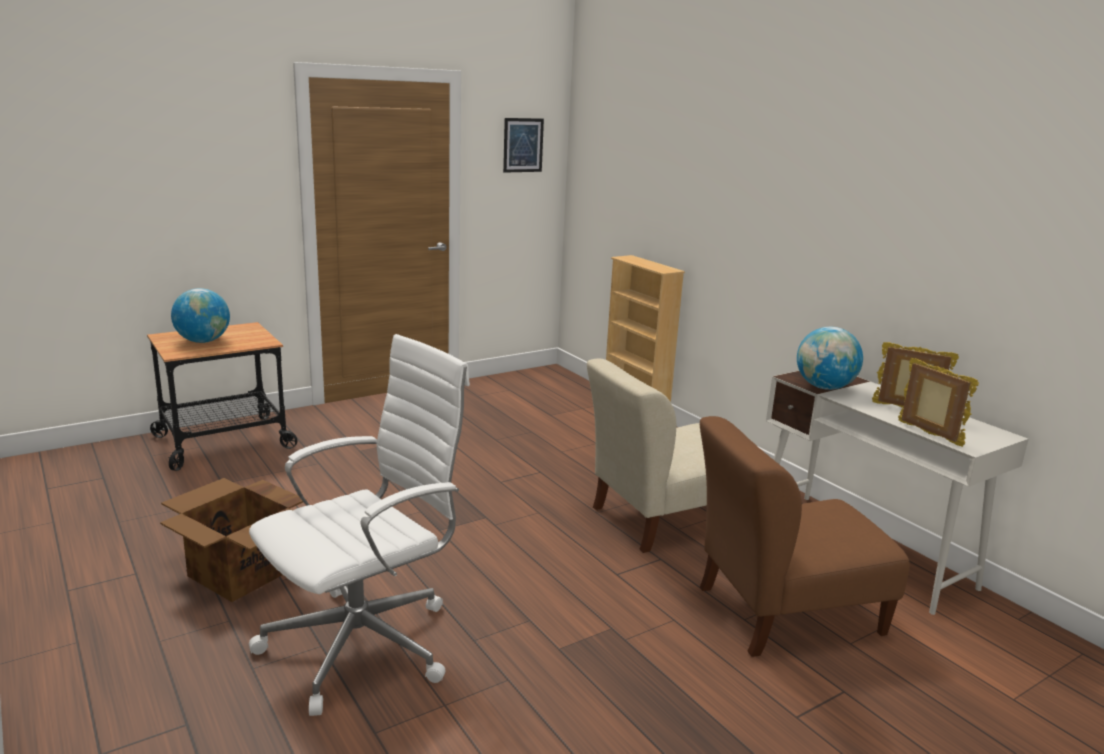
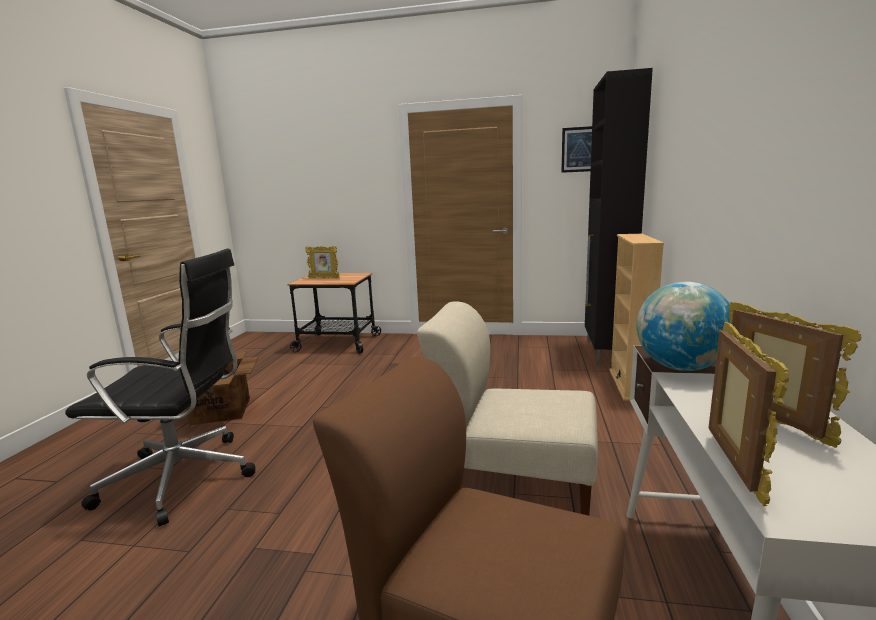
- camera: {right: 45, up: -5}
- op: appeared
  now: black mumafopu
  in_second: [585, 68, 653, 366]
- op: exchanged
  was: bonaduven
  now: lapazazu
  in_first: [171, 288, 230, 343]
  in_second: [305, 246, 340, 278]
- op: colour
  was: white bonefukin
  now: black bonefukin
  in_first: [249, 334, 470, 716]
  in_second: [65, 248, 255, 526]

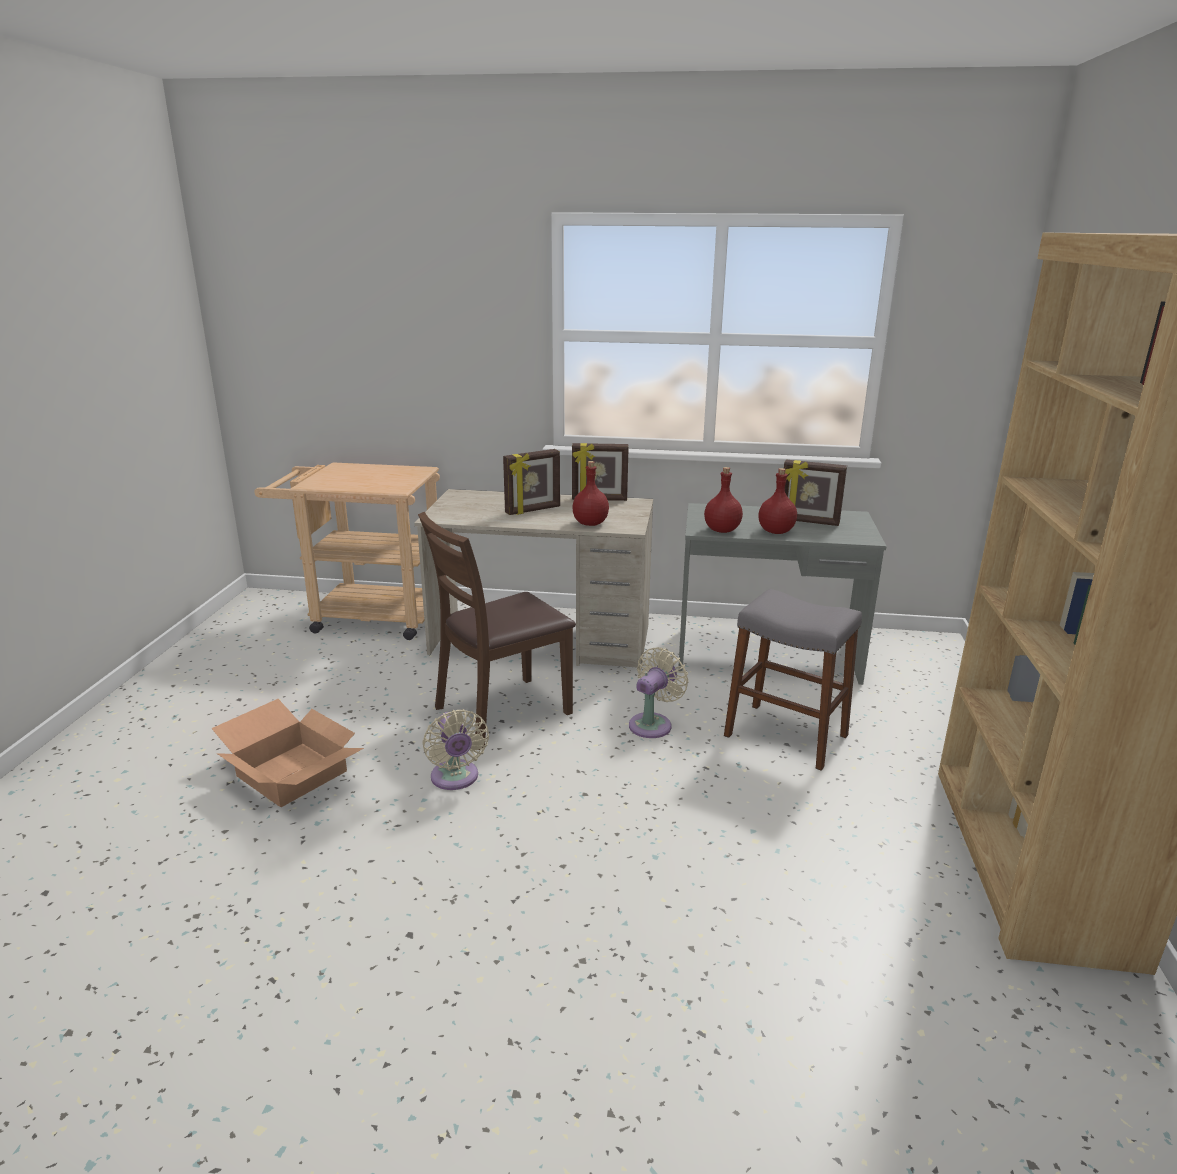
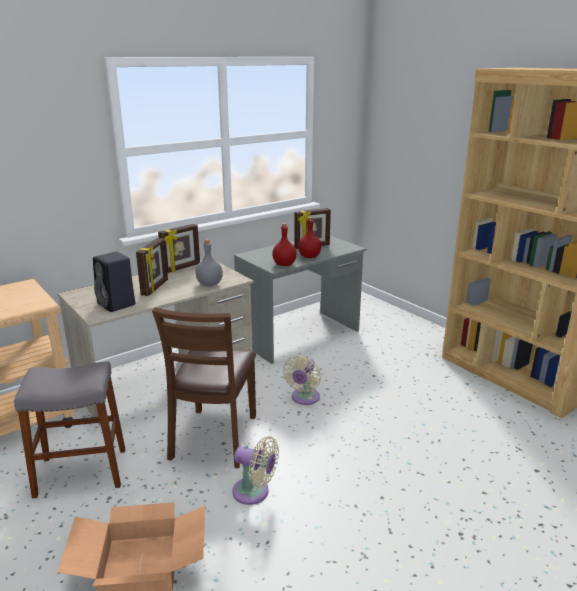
- camera: {right: -45, up: 0}
- op: appeared
  now: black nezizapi
  in_second: [93, 252, 135, 312]
- op: relocated
  was: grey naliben
  in_first: [724, 589, 862, 771]
  in_second: [14, 361, 125, 498]
- op: colour
  was: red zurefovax
  now: grey zurefovax
  in_first: [572, 461, 609, 526]
  in_second: [195, 239, 223, 286]
- op: spun
  was: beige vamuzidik
  in_first: [629, 647, 689, 738]
  in_second: [283, 356, 321, 405]
  clockwise: -150

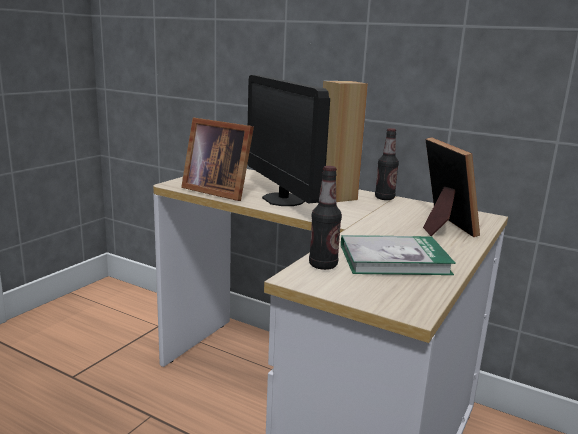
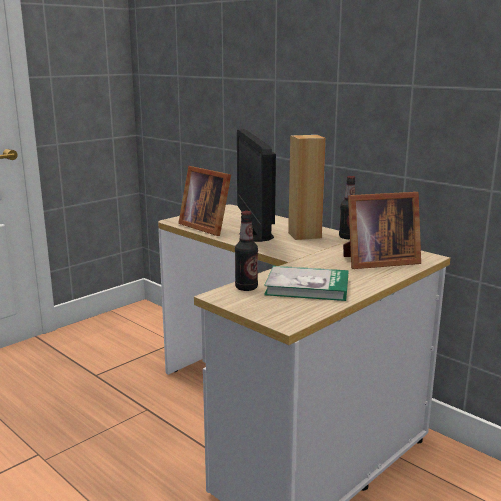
- camera: {right: 15, up: 0}
- op: spun
  was: lapazazu
  in_first: [423, 137, 480, 237]
  in_second: [343, 192, 421, 269]
  clockwise: 75

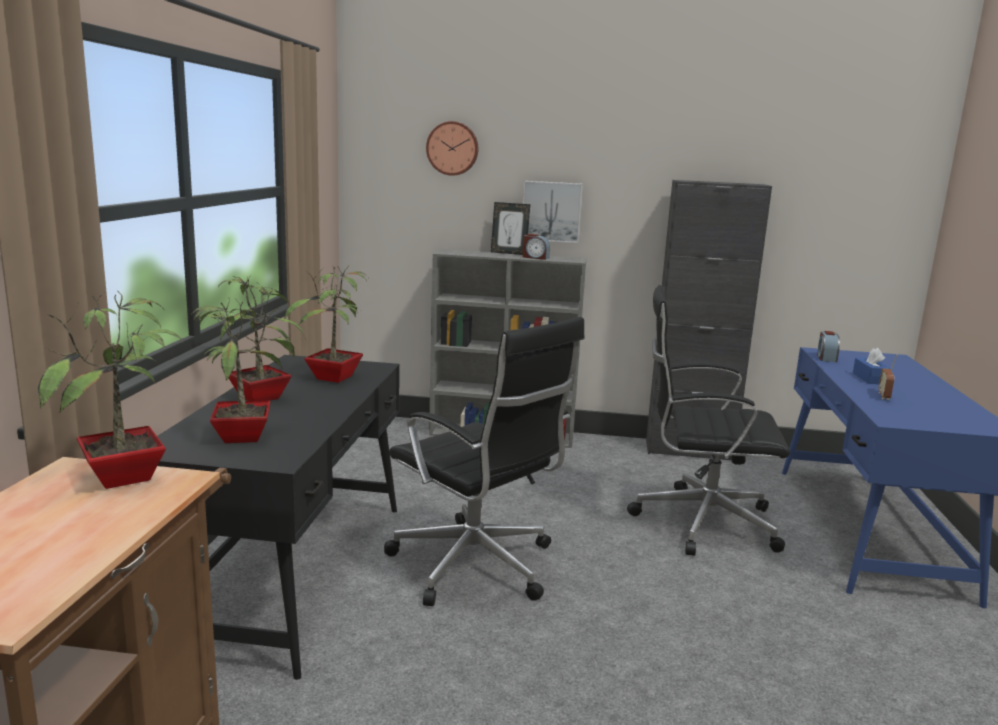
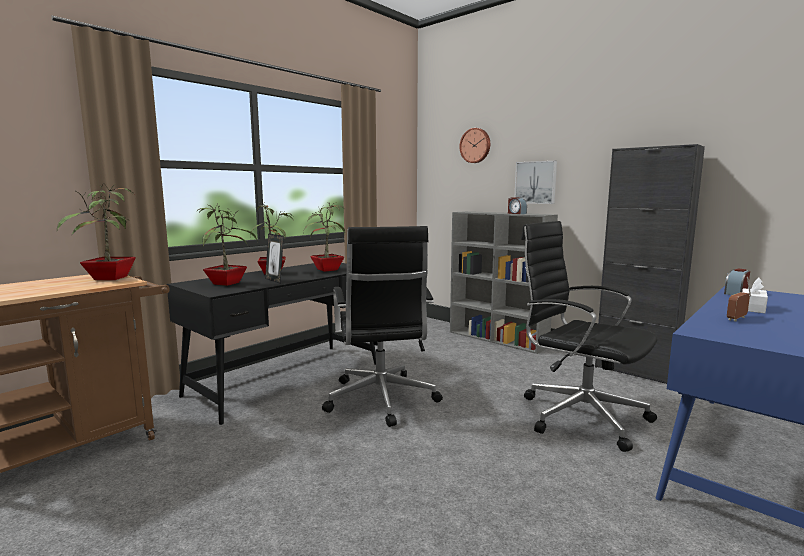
- camera: {right: 35, up: -5}
- op: relocated
  was: lapazazu
  in_first: [491, 202, 530, 255]
  in_second: [265, 233, 284, 284]
- op: colour
  was: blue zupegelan
  now: white zupegelan
  in_first: [853, 348, 891, 384]
  in_second: [742, 278, 768, 313]

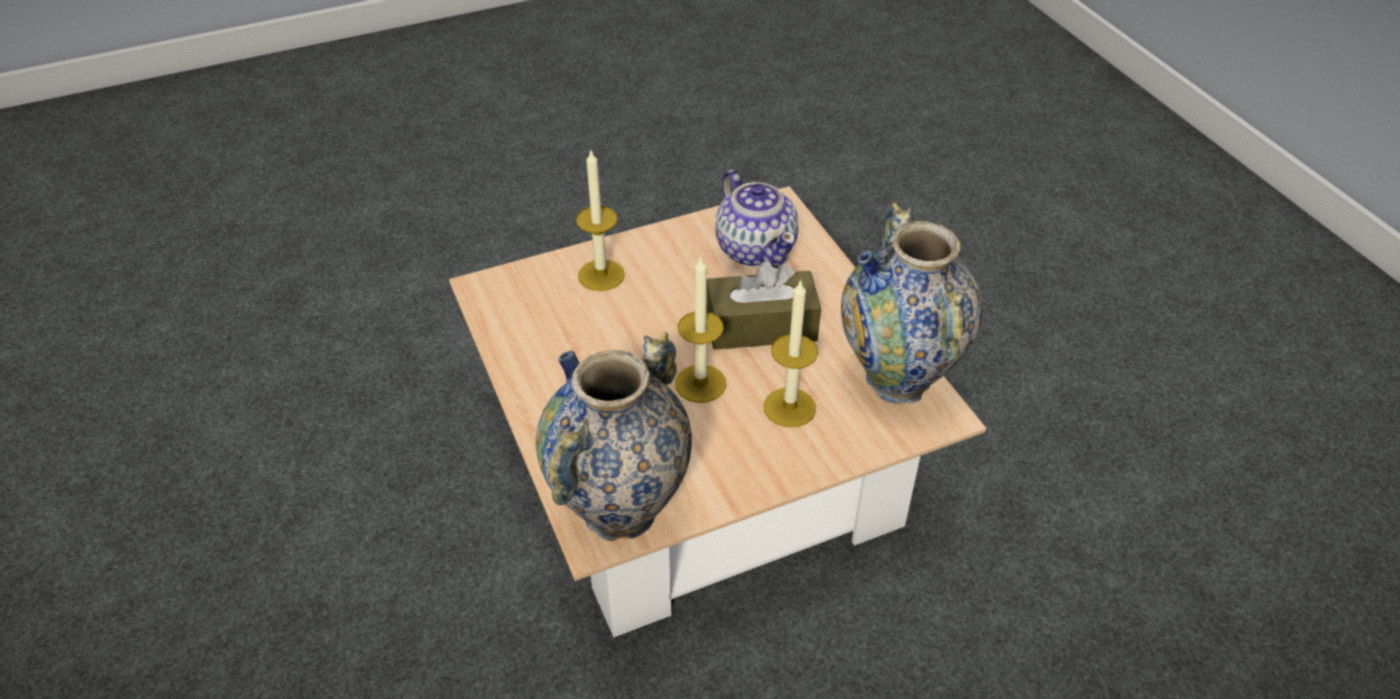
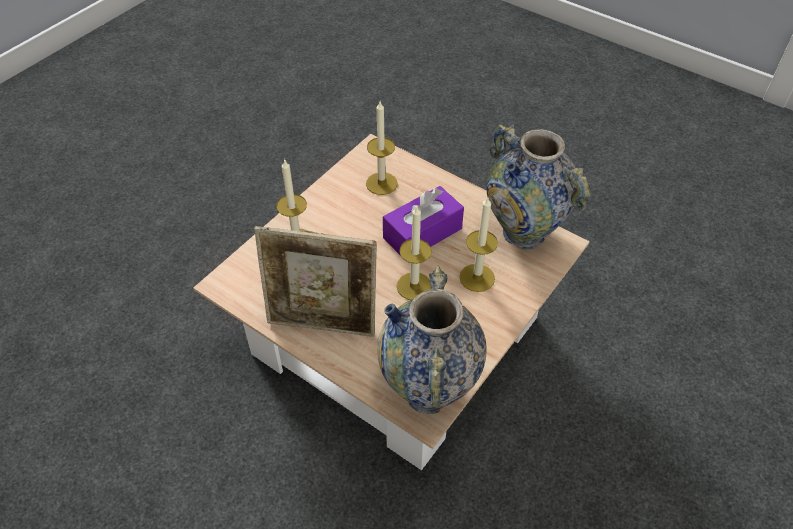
- camera: {right: -30, up: 5}
- op: appeared
  now: lapazazu
  in_second: [254, 226, 377, 337]
- op: exchanged
  was: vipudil
  now: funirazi
  in_first: [715, 170, 798, 267]
  in_second: [366, 102, 398, 195]
- op: colour
  was: brown zupegelan
  now: purple zupegelan
  in_first: [707, 261, 821, 350]
  in_second: [383, 186, 464, 256]

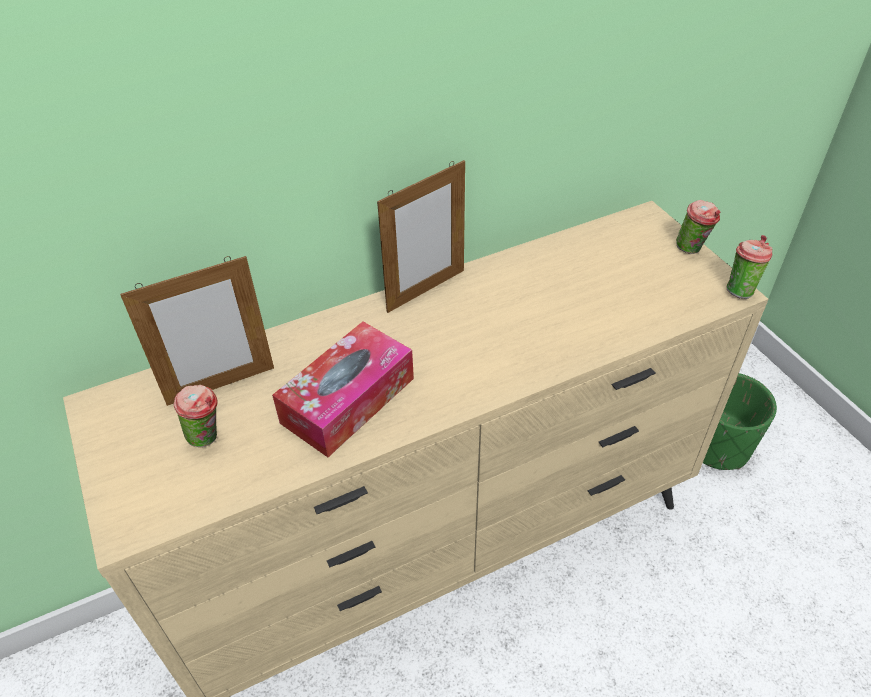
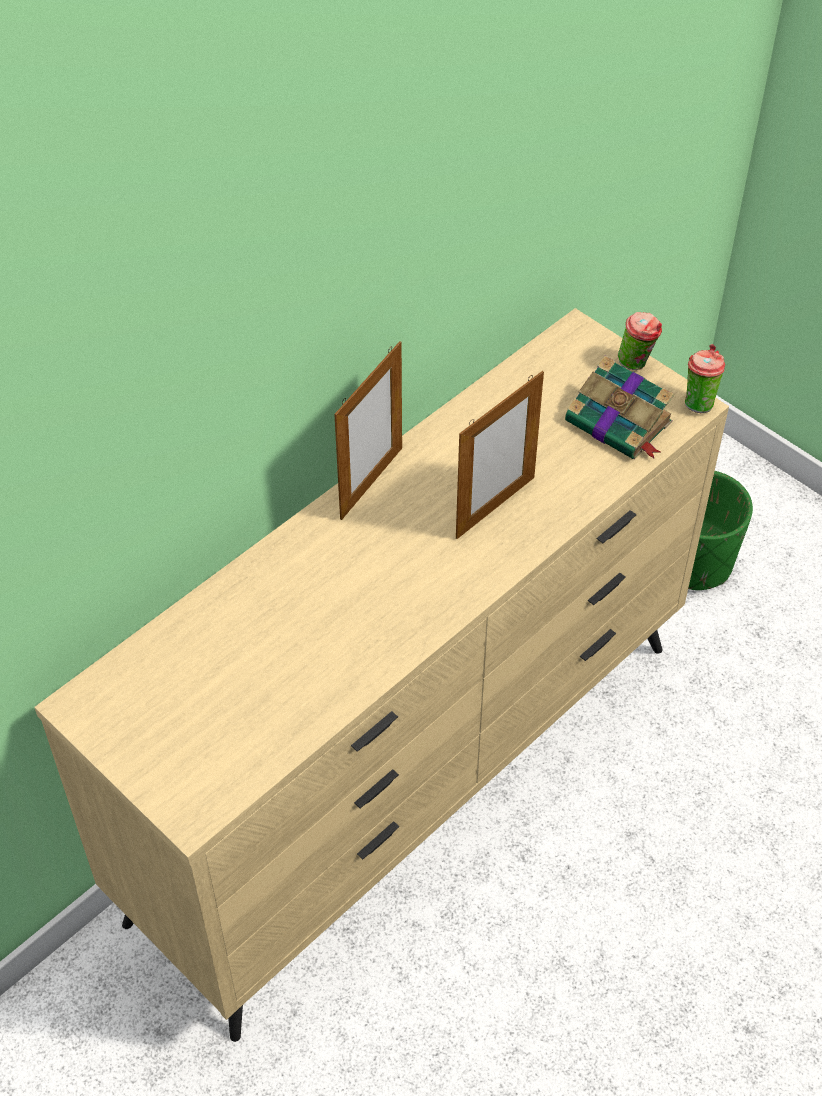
- camera: {right: -20, up: 5}
- op: missing
  was: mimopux
  in_first: [174, 385, 218, 447]
- op: missing
  was: zupegelan
  in_first: [272, 322, 414, 457]
- op: appeared
  now: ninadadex
  in_second: [565, 356, 674, 460]
- op: relocated
  was: lapazazu
  in_first: [120, 256, 274, 406]
  in_second: [456, 371, 544, 539]

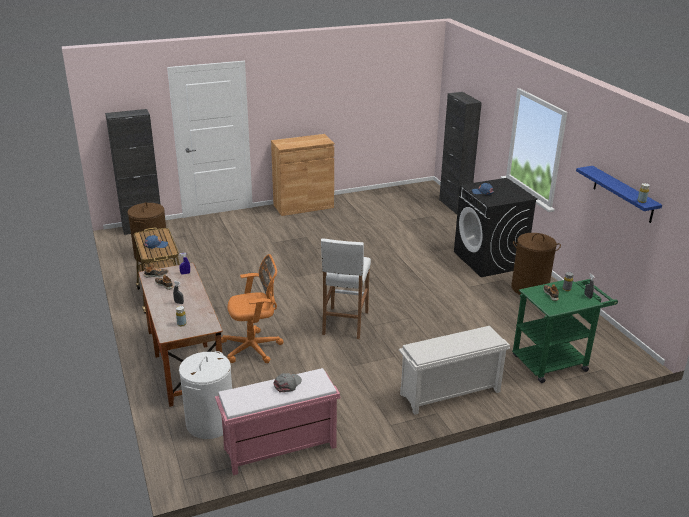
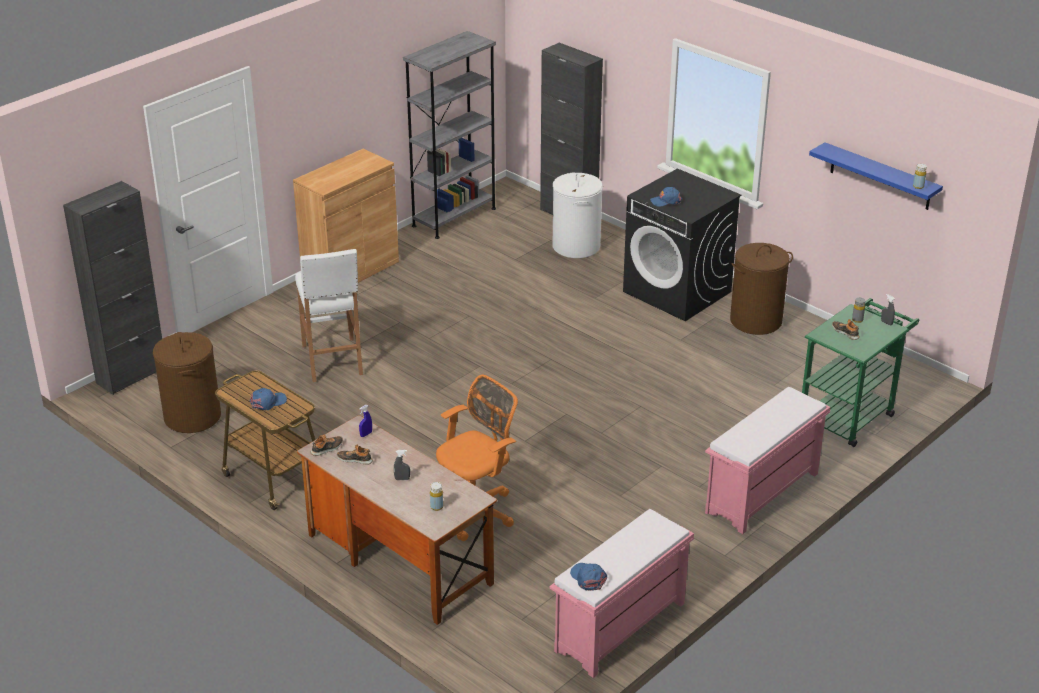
- camera: {right: -25, up: 5}
- op: missing
  was: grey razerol
  in_first: [274, 373, 302, 393]
- op: appeared
  now: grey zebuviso
  in_second: [403, 31, 496, 239]
- op: appeared
  now: blue razerol
  in_second: [570, 563, 607, 591]
- op: relocated
  was: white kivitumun
  in_first: [179, 351, 232, 439]
  in_second: [553, 172, 603, 258]
- op: relocated
  was: white naliben
  in_first: [321, 238, 371, 339]
  in_second: [295, 249, 363, 382]
- op: exchanged
  was: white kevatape
  now: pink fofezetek
  in_first: [399, 326, 510, 415]
  in_second: [705, 387, 830, 534]

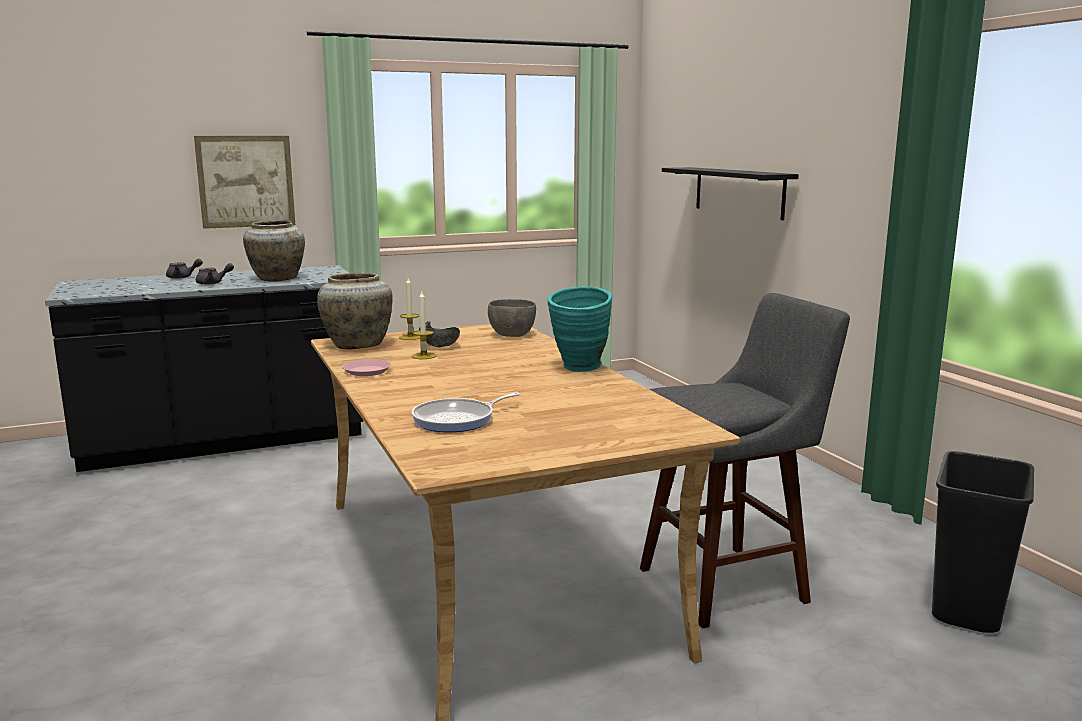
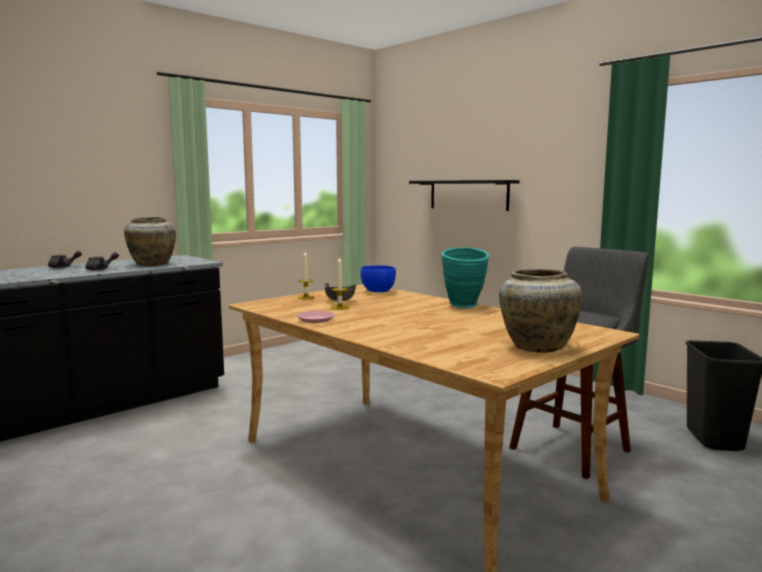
- camera: {right: -20, up: -5}
- op: missing
  was: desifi
  in_first: [194, 136, 295, 229]
- op: missing
  was: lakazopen
  in_first: [412, 393, 520, 432]
- op: relocated
  was: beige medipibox
  in_first: [317, 273, 393, 349]
  in_second: [499, 269, 582, 353]
- op: colour
  was: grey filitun
  now: blue filitun
  in_first: [488, 299, 536, 337]
  in_second: [360, 265, 396, 292]

